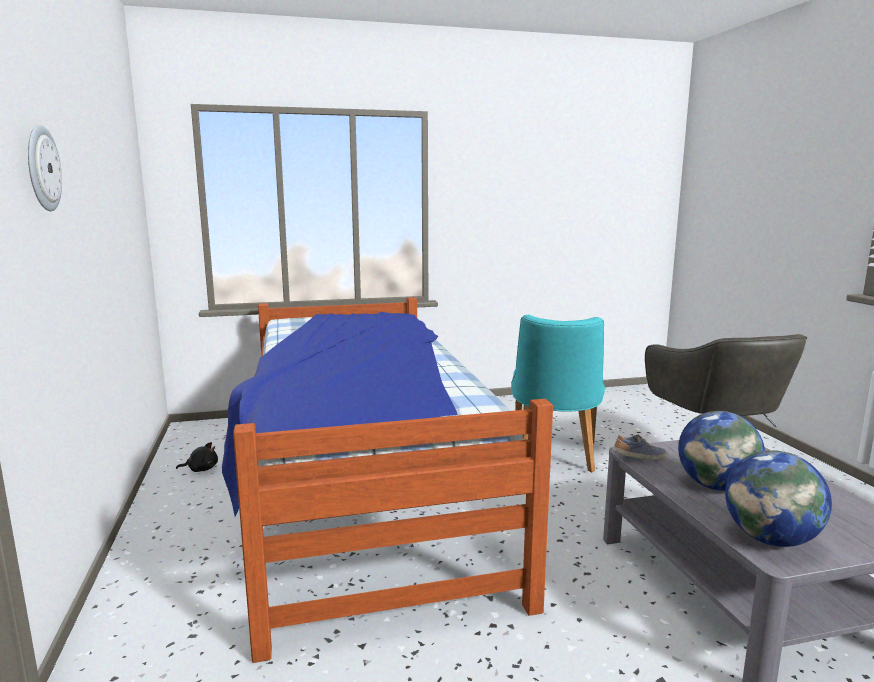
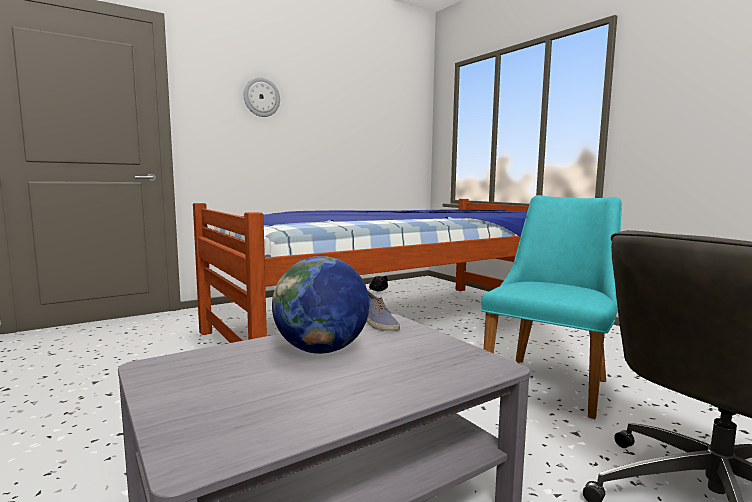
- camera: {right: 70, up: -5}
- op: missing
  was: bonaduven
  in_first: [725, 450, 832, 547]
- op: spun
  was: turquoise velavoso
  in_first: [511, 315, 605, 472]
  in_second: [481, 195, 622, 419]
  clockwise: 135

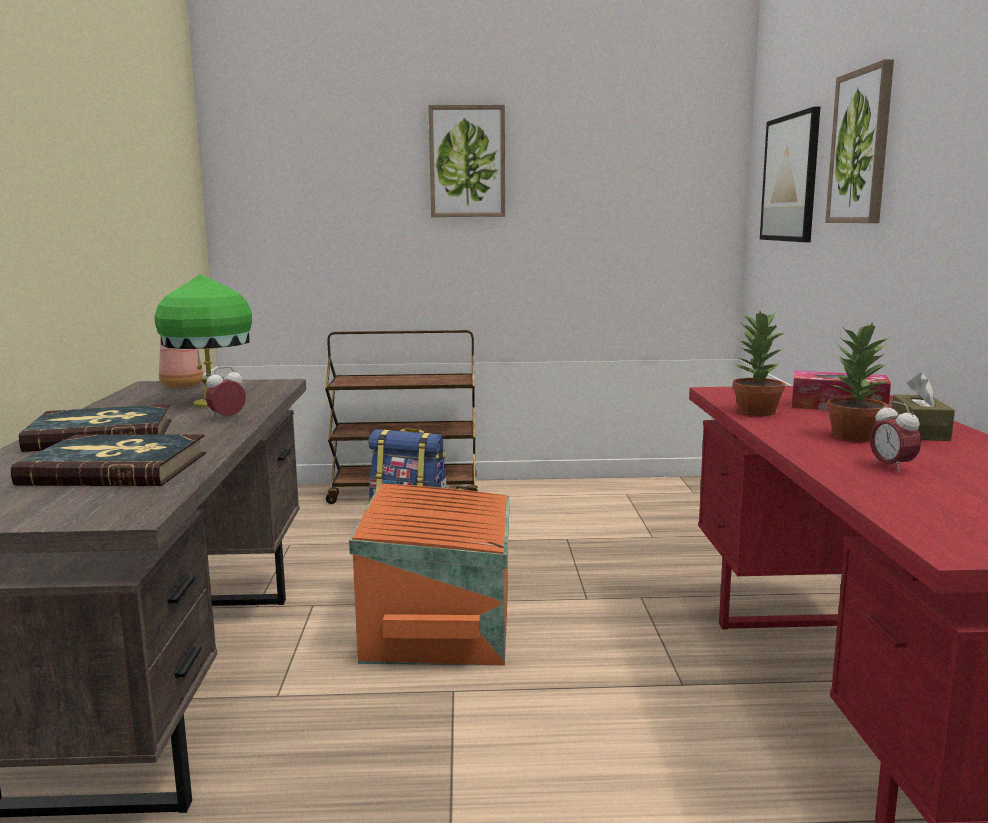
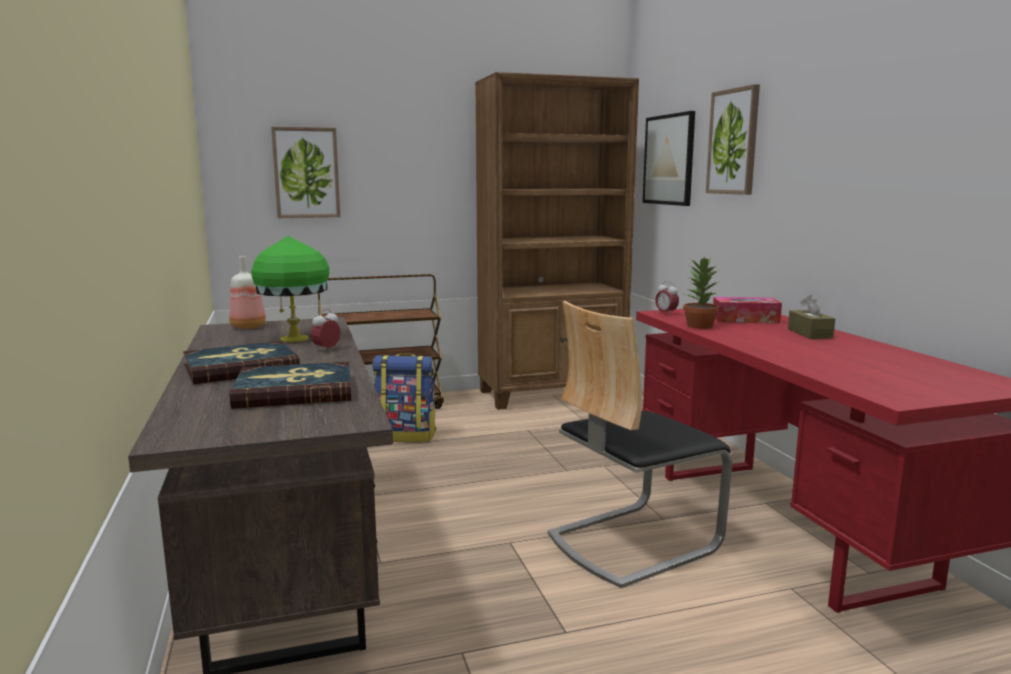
- camera: {right: -15, up: 0}
- op: missing
  was: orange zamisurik
  in_first: [349, 483, 510, 666]
- op: missing
  was: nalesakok
  in_first: [826, 323, 890, 442]
- op: appeared
  now: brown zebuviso
  in_second: [475, 72, 639, 410]
- op: appeared
  now: velavoso
  in_second: [548, 301, 732, 588]
- op: relocated
  was: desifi
  in_first: [428, 105, 505, 217]
  in_second: [271, 127, 340, 218]
- op: relocated
  was: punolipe
  in_first: [870, 401, 921, 473]
  in_second: [655, 281, 679, 316]

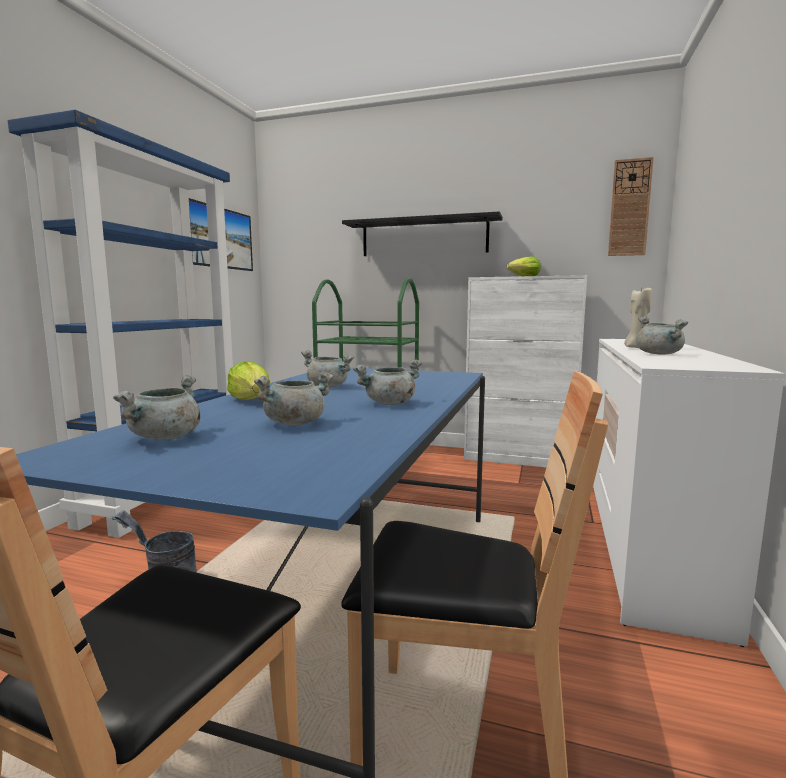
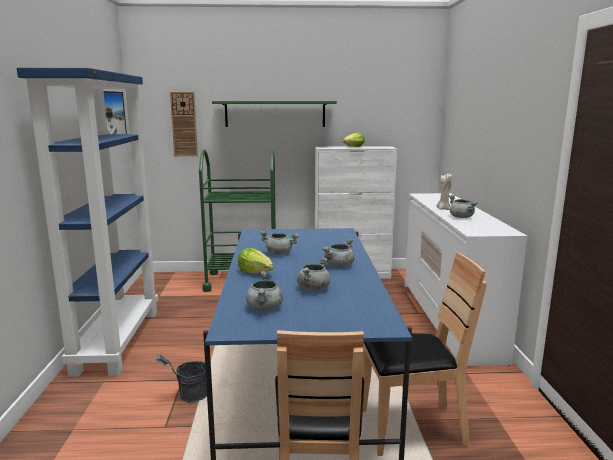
- camera: {right: -20, up: 5}
- op: relocated
  was: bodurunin
  in_first: [608, 157, 654, 256]
  in_second: [170, 92, 198, 156]
- op: colour
  was: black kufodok
  now: green kufodok
  in_first: [342, 212, 503, 256]
  in_second: [212, 101, 337, 127]

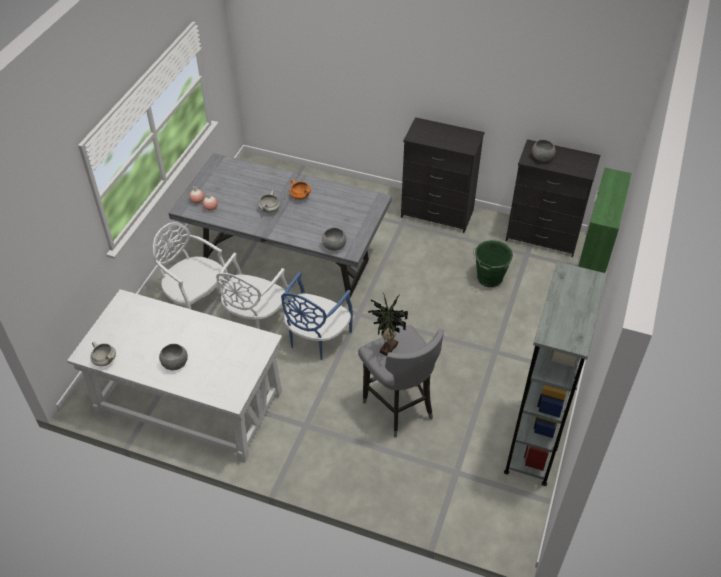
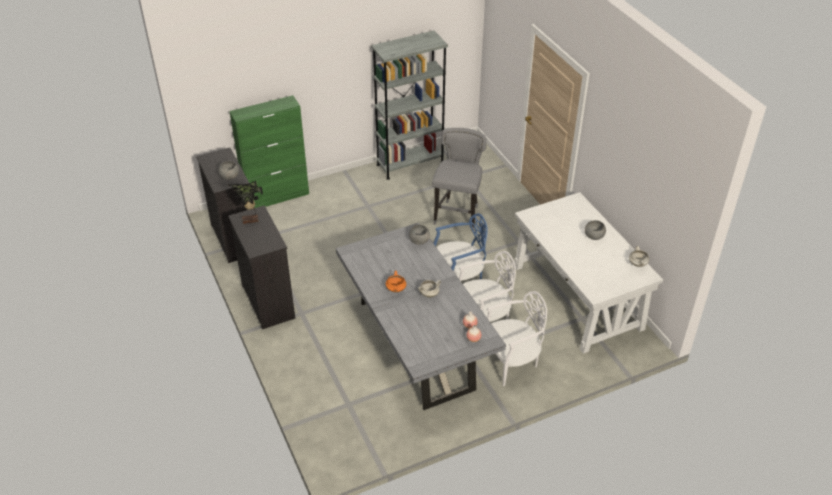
- camera: {right: -135, up: -5}
- op: missing
  was: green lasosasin
  in_first: [473, 240, 513, 287]
- op: relocated
  was: nalesakok
  in_first: [368, 295, 408, 356]
  in_second: [228, 181, 263, 224]
- op: spun
  was: white velavoso
  in_first: [153, 222, 228, 309]
  in_second: [487, 291, 547, 386]
  clockwise: -105

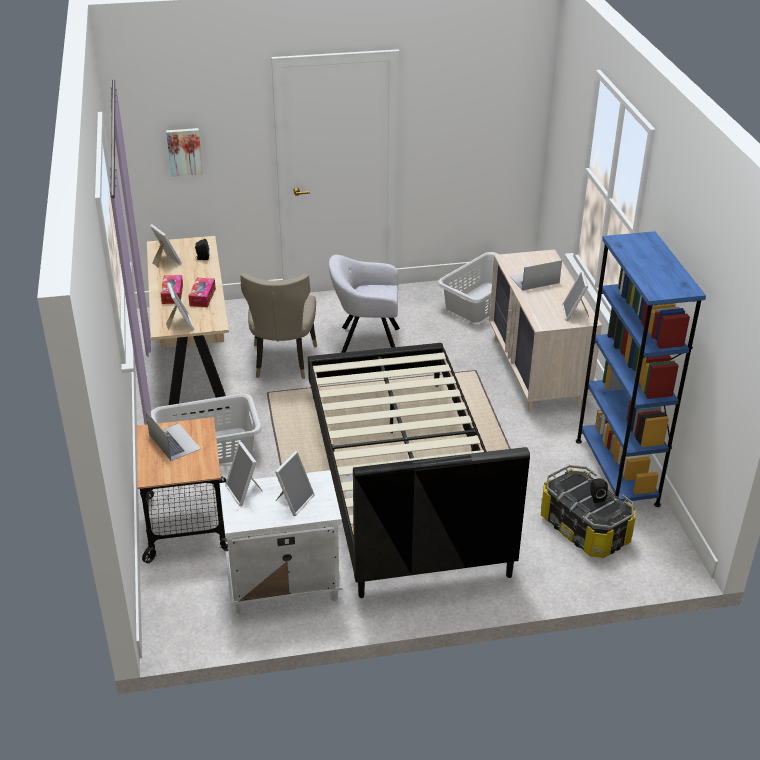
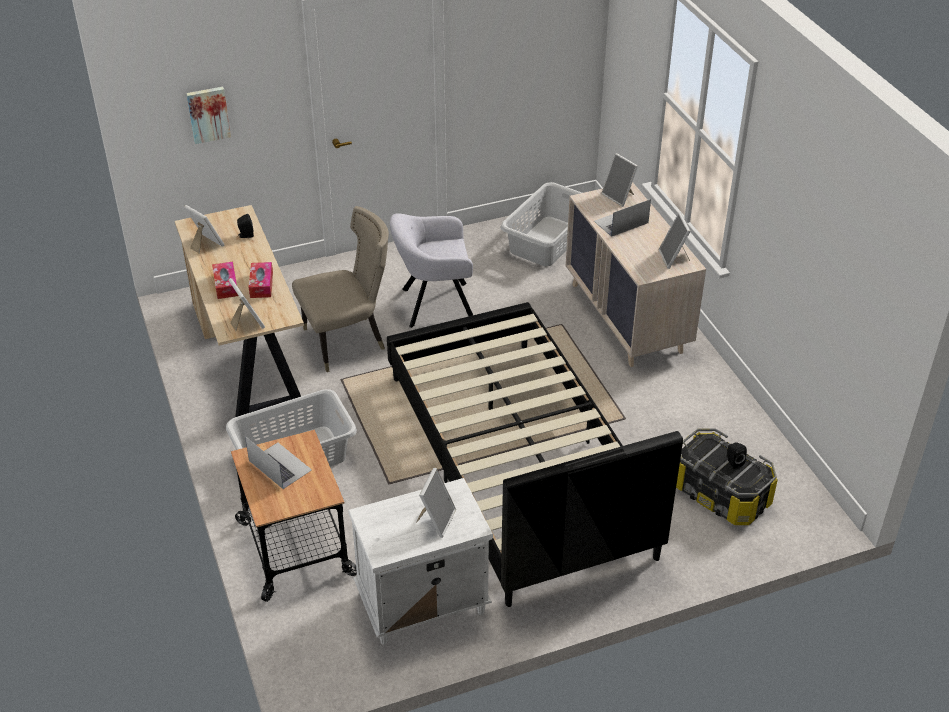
- camera: {right: -10, up: 5}
- op: missing
  was: blue zebuviso
  in_first: [576, 231, 706, 507]
- op: relocated
  was: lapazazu
  in_first: [225, 442, 262, 506]
  in_second: [601, 153, 638, 207]
- op: spun
  was: beige velavoso
  in_first: [240, 273, 317, 379]
  in_second: [292, 206, 389, 372]
  clockwise: -105

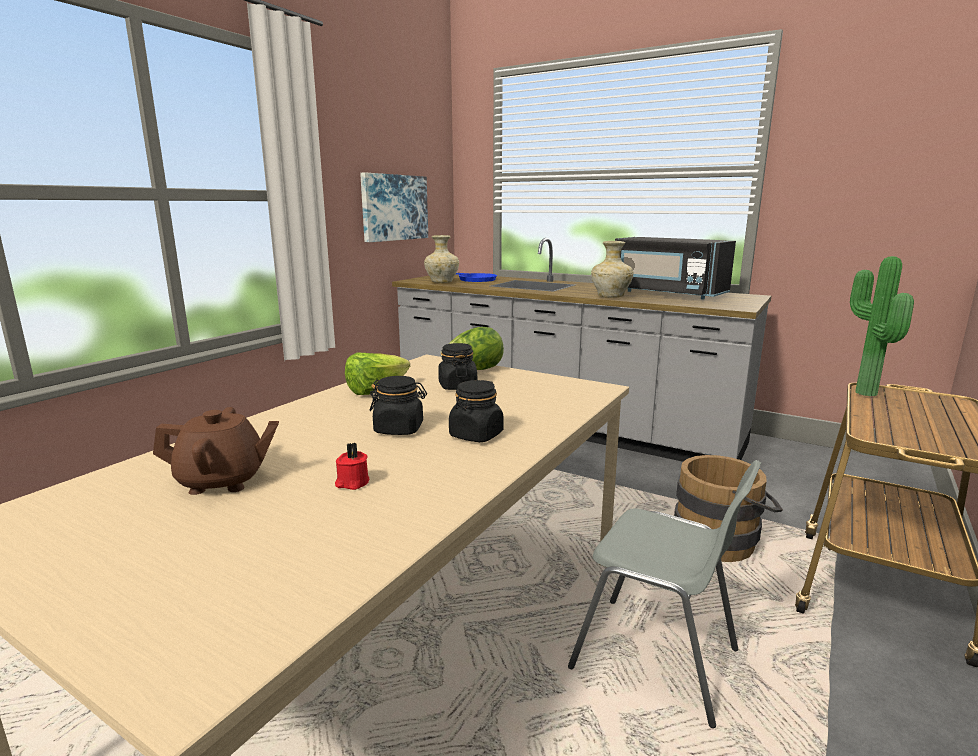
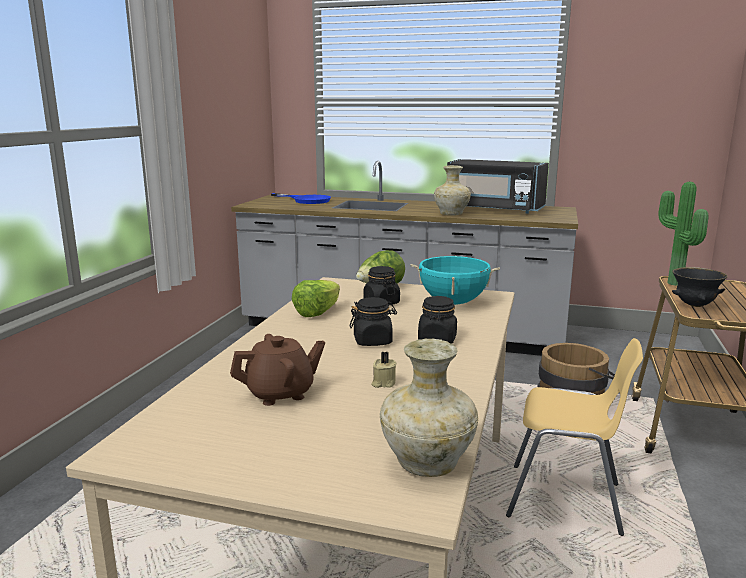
- camera: {right: -15, up: 0}
- op: missing
  was: desifi
  in_first: [360, 173, 428, 242]
- op: appeared
  now: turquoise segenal
  in_second: [410, 256, 500, 305]
- op: appeared
  now: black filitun
  in_second: [672, 267, 728, 307]
- op: relocated
  was: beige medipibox
  in_first: [424, 235, 459, 283]
  in_second: [380, 339, 478, 477]
- op: colour
  was: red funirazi
  now: beige funirazi
  in_first: [335, 443, 369, 490]
  in_second: [371, 351, 397, 388]
- op: colour
  was: grey velavoso
  now: yellow velavoso
  in_first: [568, 460, 761, 728]
  in_second: [506, 338, 643, 536]

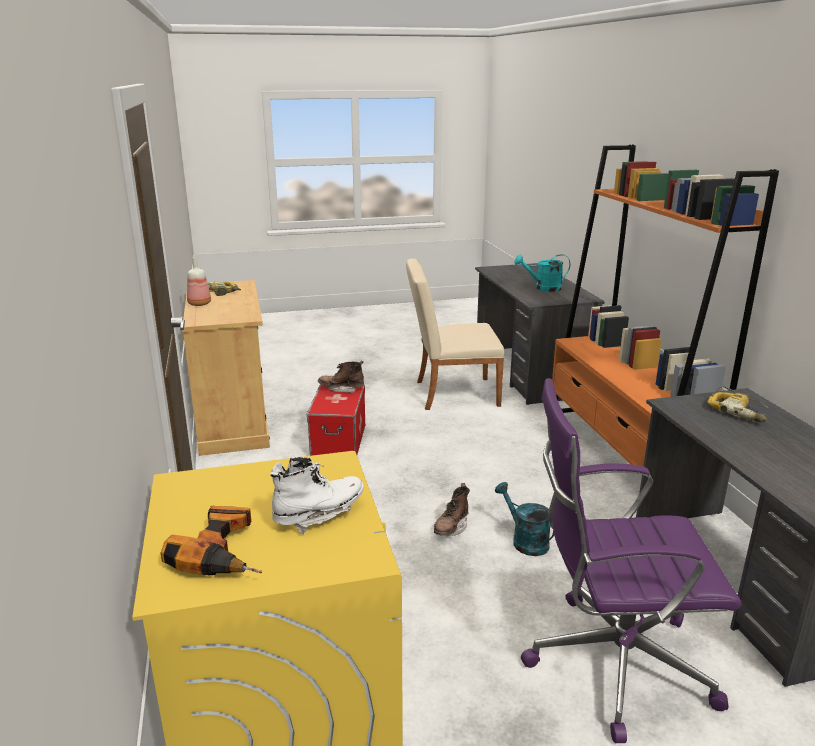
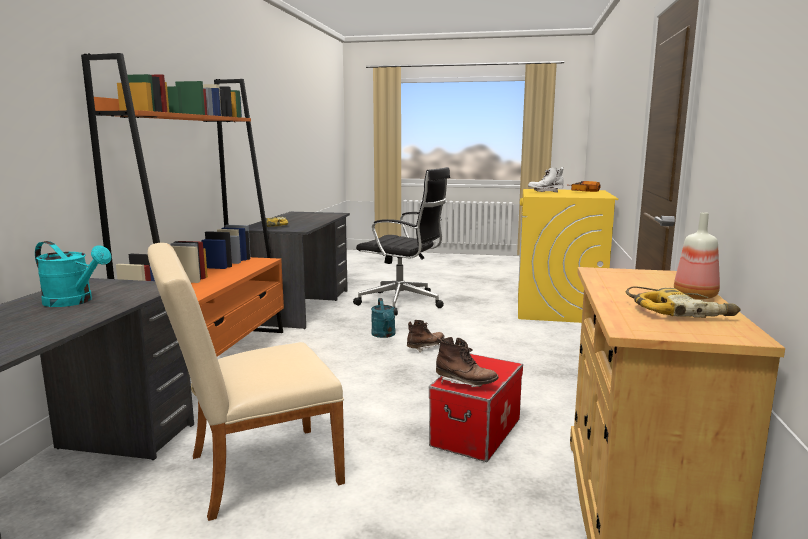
- camera: {right: -155, up: -10}
- op: colour
  was: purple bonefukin
  now: black bonefukin
  in_first: [521, 378, 742, 743]
  in_second: [353, 167, 450, 315]
- op: spun
  was: beige velavoso
  in_first: [406, 258, 504, 410]
  in_second: [148, 243, 345, 521]
  clockwise: 135

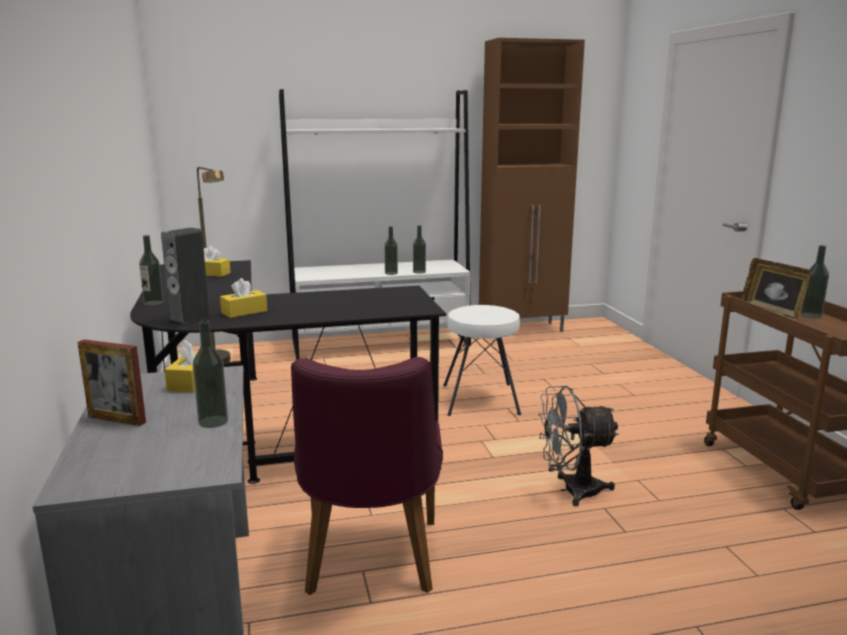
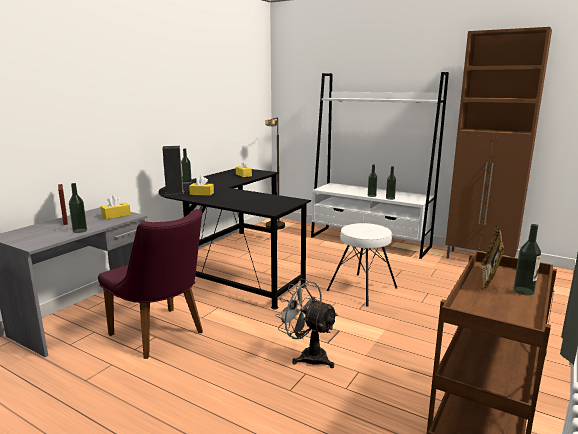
- camera: {right: 45, up: 0}
- op: spun
  was: purple velavoso
  in_first: [291, 357, 443, 595]
  in_second: [98, 209, 203, 359]
  clockwise: -90

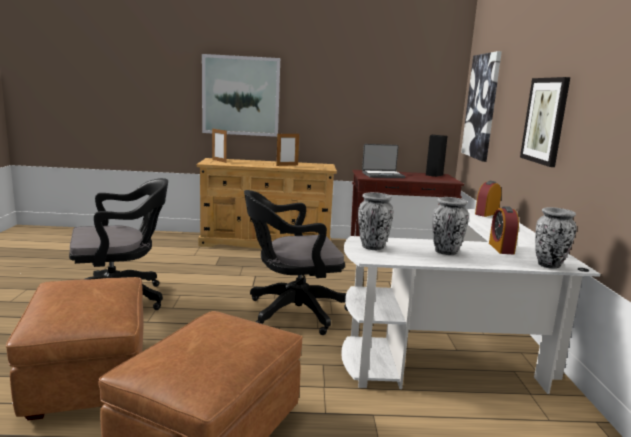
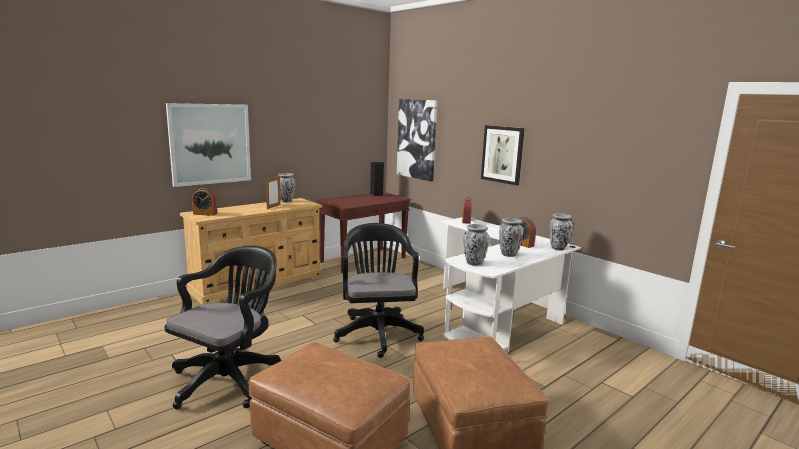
- camera: {right: -40, up: 0}
- op: missing
  was: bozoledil
  in_first: [362, 144, 405, 178]
- op: appeared
  now: medipibox
  in_second: [279, 173, 295, 203]
- op: exchanged
  was: lapazazu
  now: punolipe
  in_first: [212, 129, 227, 163]
  in_second: [192, 188, 217, 216]
- op: spun
  was: black bonefukin
  in_first: [244, 190, 348, 335]
  in_second: [333, 223, 424, 358]
  clockwise: 135

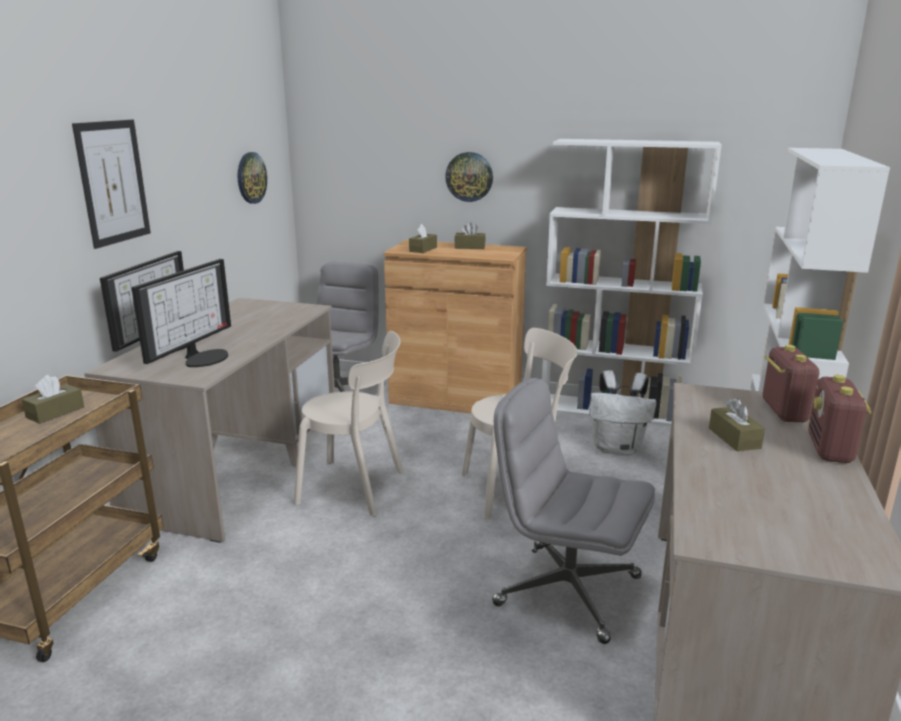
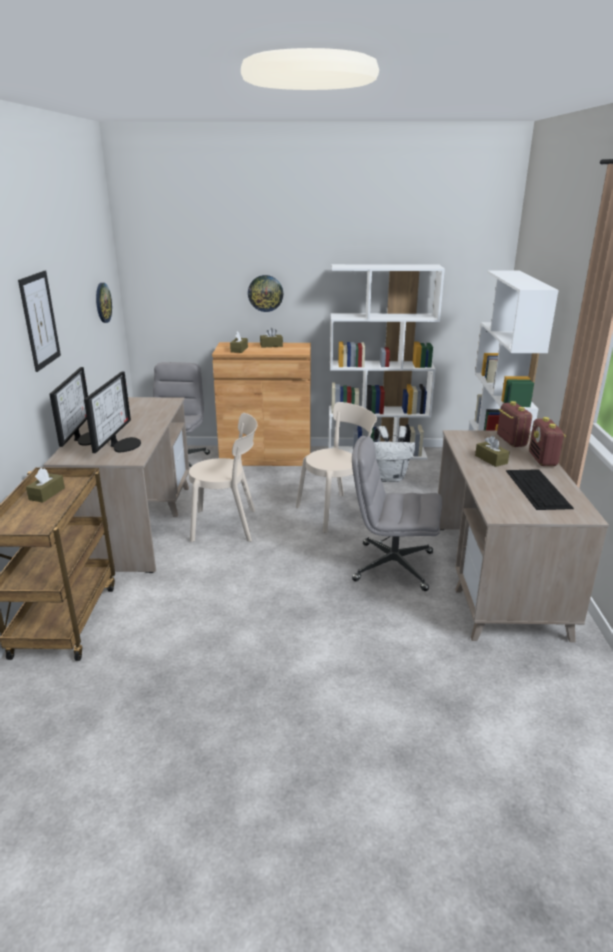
- camera: {right: -15, up: 5}
- op: appeared
  now: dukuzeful
  in_second: [506, 469, 574, 510]

